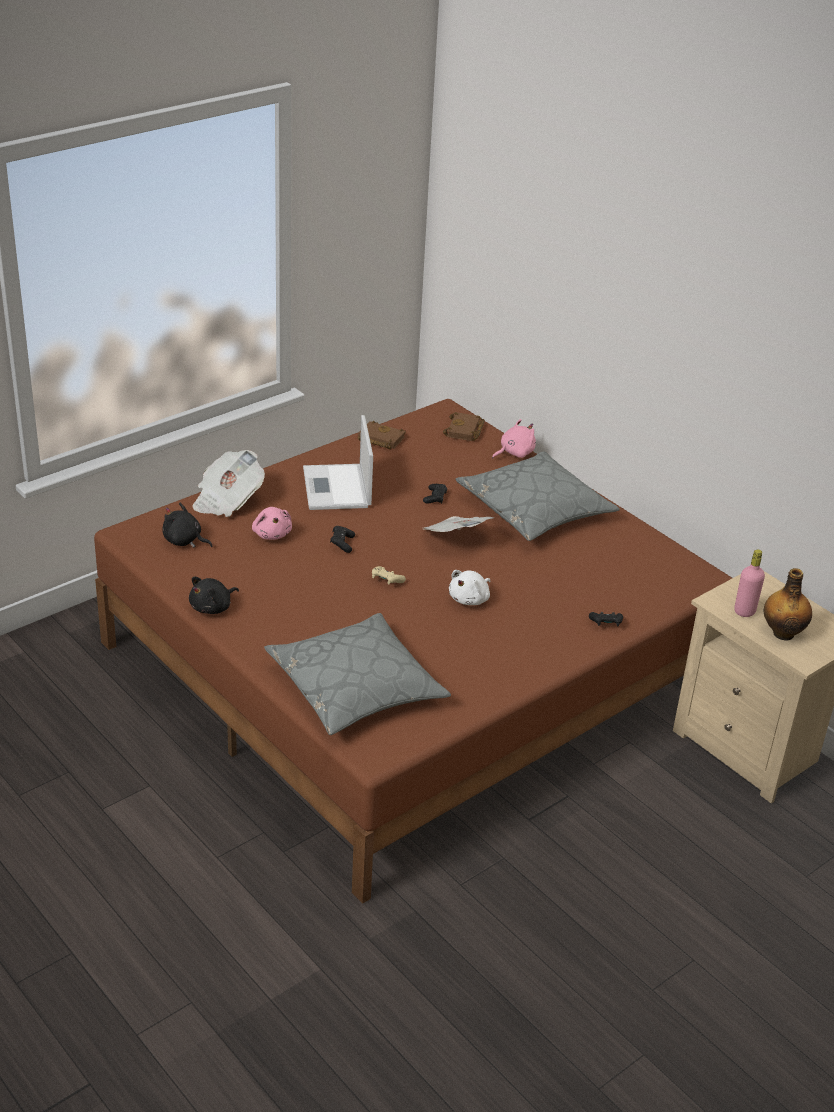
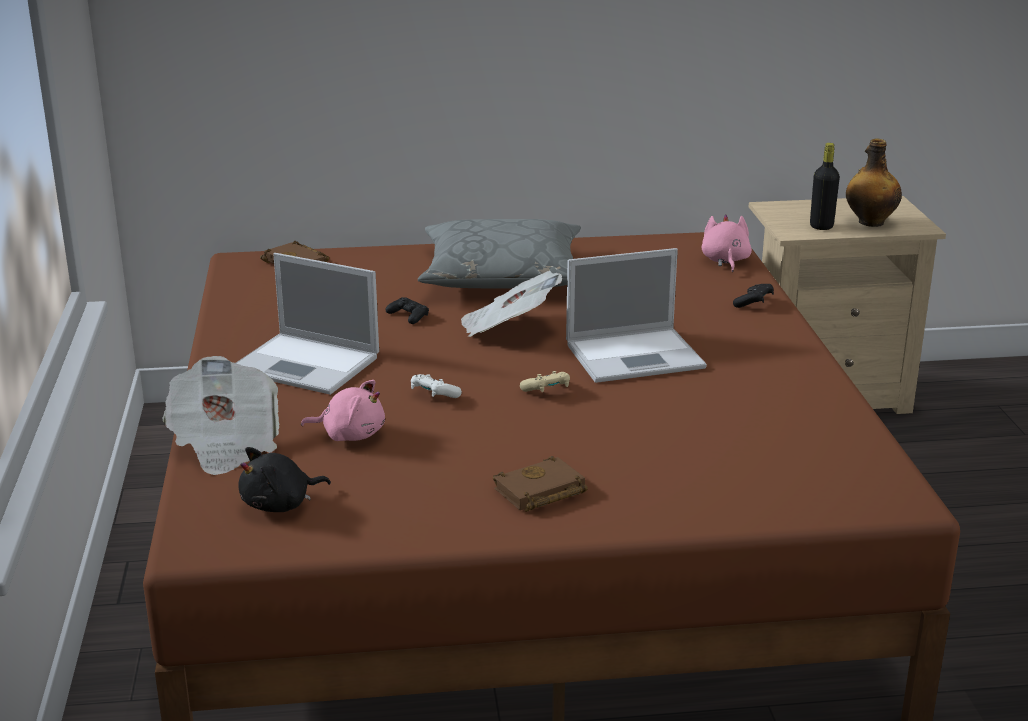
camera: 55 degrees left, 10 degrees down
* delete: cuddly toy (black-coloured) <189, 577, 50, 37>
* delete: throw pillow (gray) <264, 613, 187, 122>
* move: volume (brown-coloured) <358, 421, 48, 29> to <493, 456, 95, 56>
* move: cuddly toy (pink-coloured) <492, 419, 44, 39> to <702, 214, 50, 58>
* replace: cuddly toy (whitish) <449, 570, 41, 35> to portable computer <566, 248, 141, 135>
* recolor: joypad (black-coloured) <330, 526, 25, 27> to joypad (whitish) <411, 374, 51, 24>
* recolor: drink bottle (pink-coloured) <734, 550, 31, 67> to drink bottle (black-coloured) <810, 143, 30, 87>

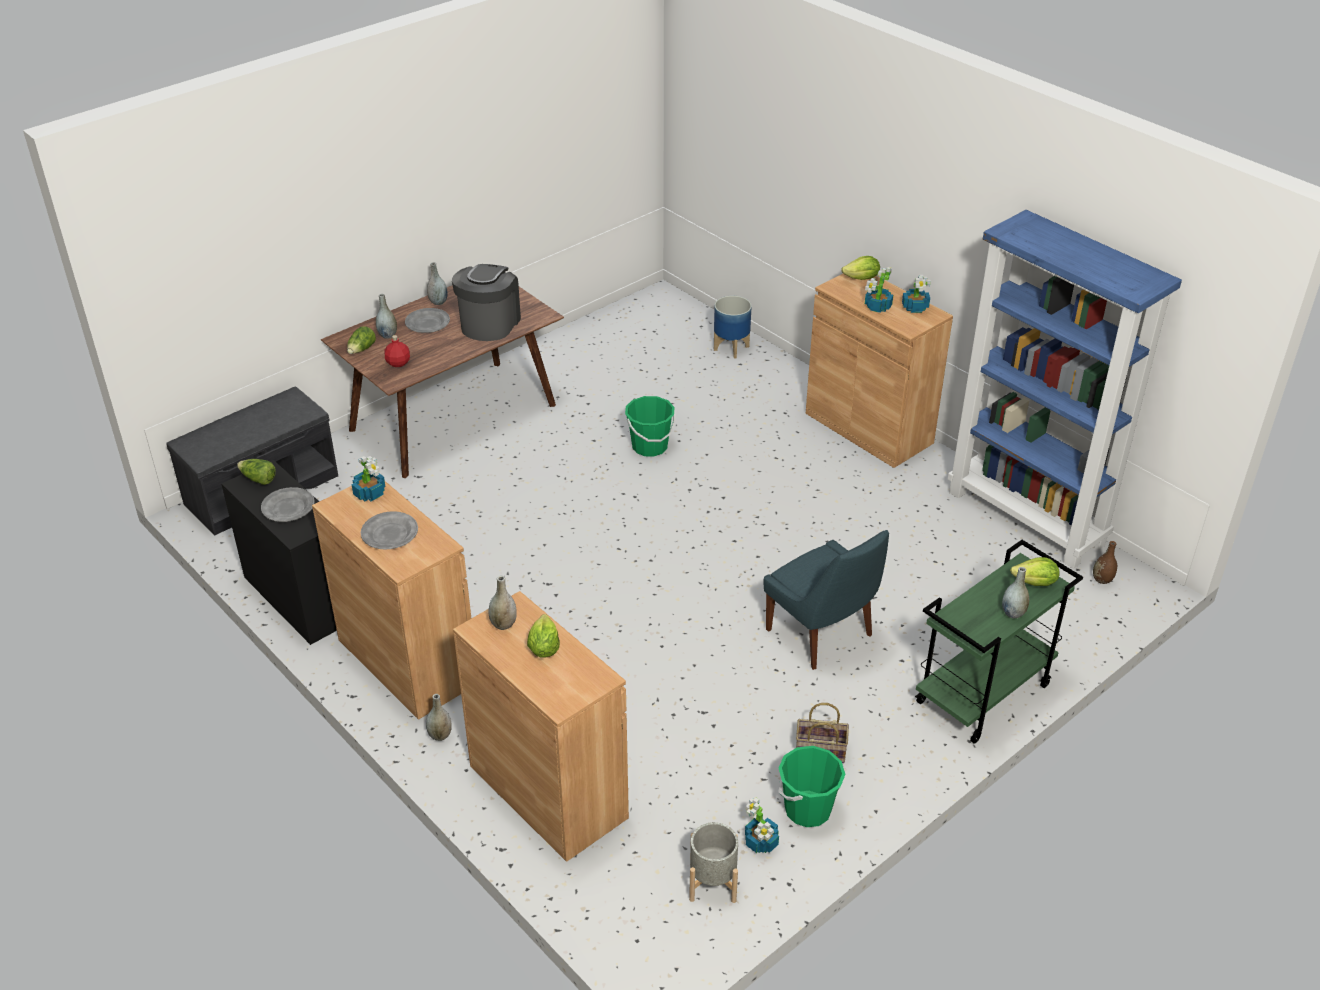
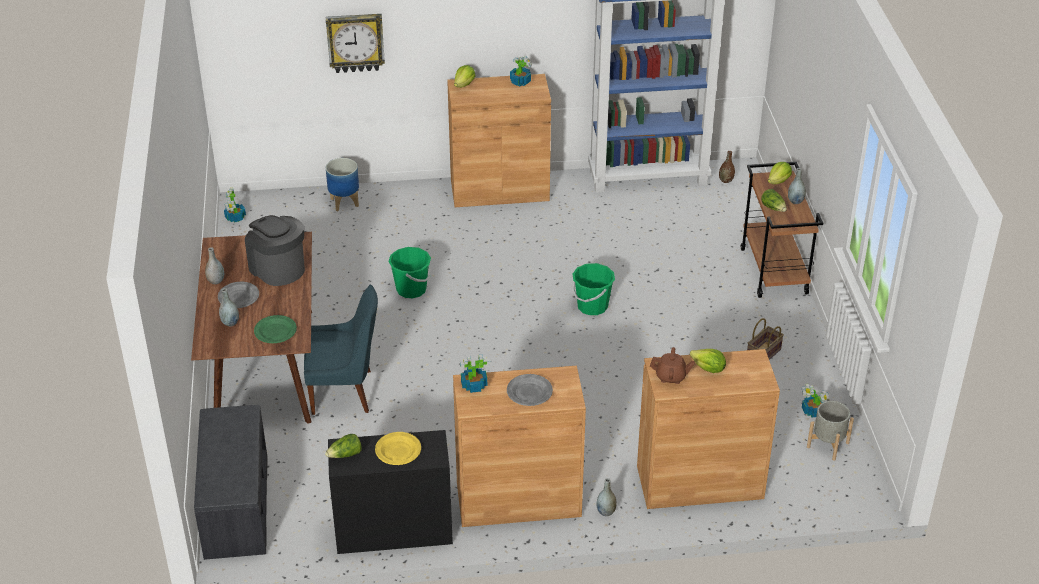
camera: 55 degrees left, 0 degrees up
* insert: hanging clock <326, 14, 59, 59>
* move: head of lettuce <347, 326, 29, 28> to <761, 189, 26, 23>
* move: plain chair (blue-coloured) <764, 530, 125, 140> to <304, 285, 74, 130>
* move: water bucket (greenish) <779, 746, 66, 81> to <572, 263, 43, 52>
* move: potted plant <865, 267, 28, 46> to <224, 187, 22, 36>
* replace: drink bottle (red) <385, 335, 25, 32> to flat dish (greenish) <254, 315, 43, 28>
* replace: decorative vase (gray) <488, 576, 29, 54> to pot for tea (brown-coloured) <650, 347, 45, 37>
* recolor: flat dish (gray) <261, 487, 54, 35> to flat dish (yellow) <375, 432, 46, 33>
* recolor: trolley (greenish) <915, 540, 168, 204> to trolley (brown-coloured) <741, 162, 82, 136>

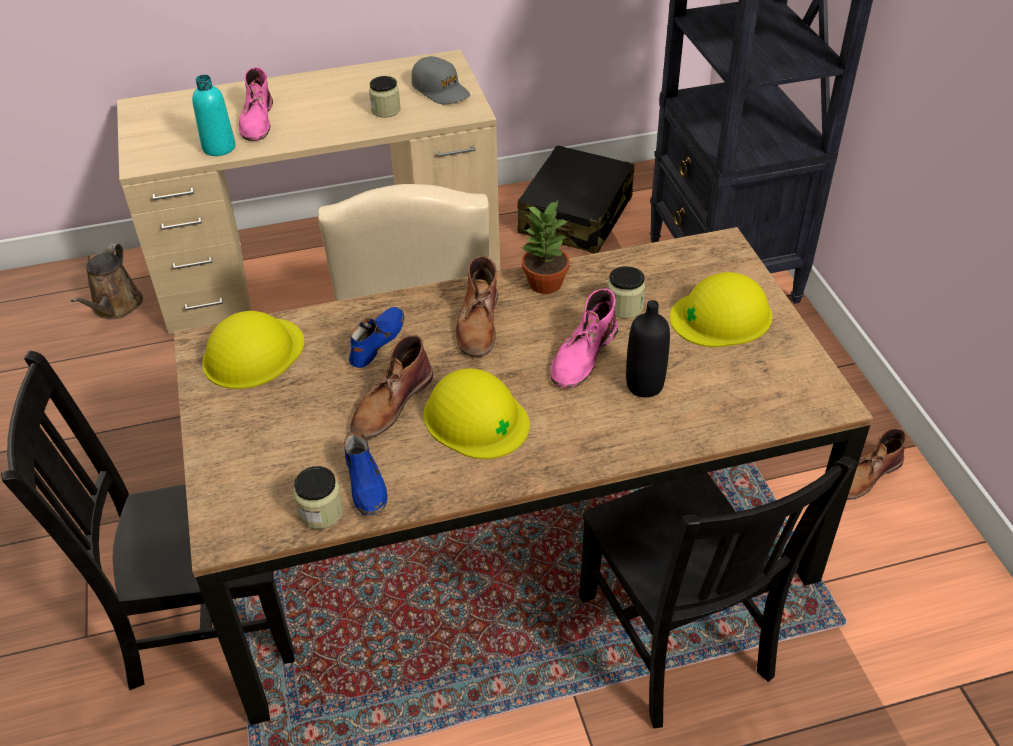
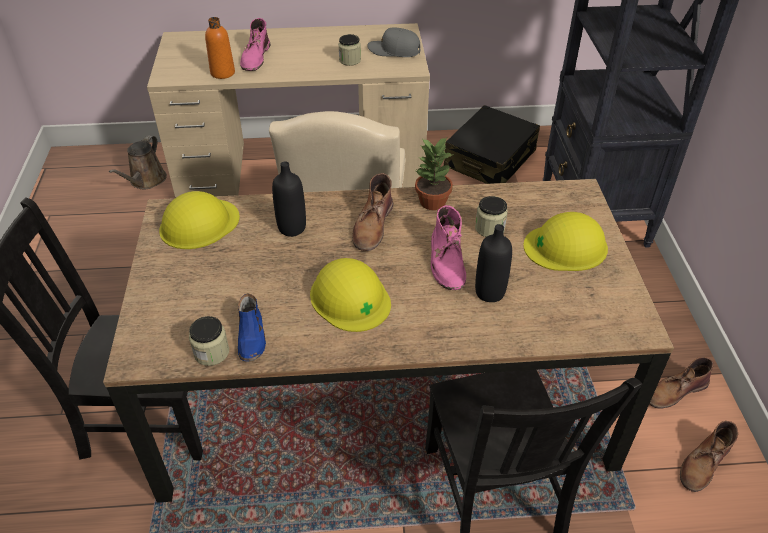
camera: 10 degrees right, 0 degrees up
* move: tall boot (brown-coloured) <350, 335, 83, 104> to <680, 421, 58, 71>
* replace: item of footwear (blue-coloured) <349, 307, 55, 61> to drink bottle (black-coloured) <272, 161, 34, 76>
* recolor: drink bottle (turquoise) <192, 75, 43, 81> to drink bottle (orange-coloured) <205, 17, 30, 62>
* rotate: cap (gray) <412, 56, 58, 48> = <367, 27, 53, 30> 135 degrees clockwise
* rotate: tall boot (pink-coloured) <550, 289, 68, 99> = <431, 205, 35, 85> 45 degrees counterclockwise

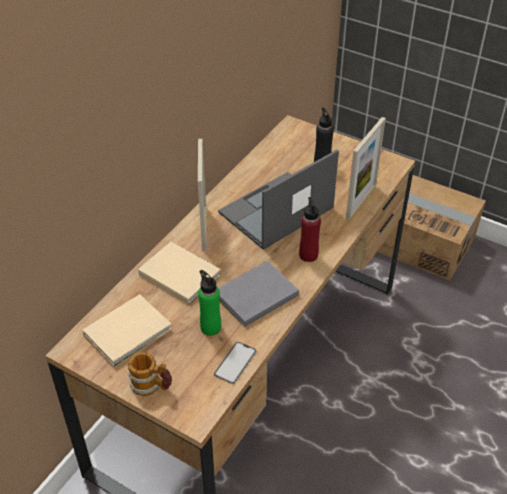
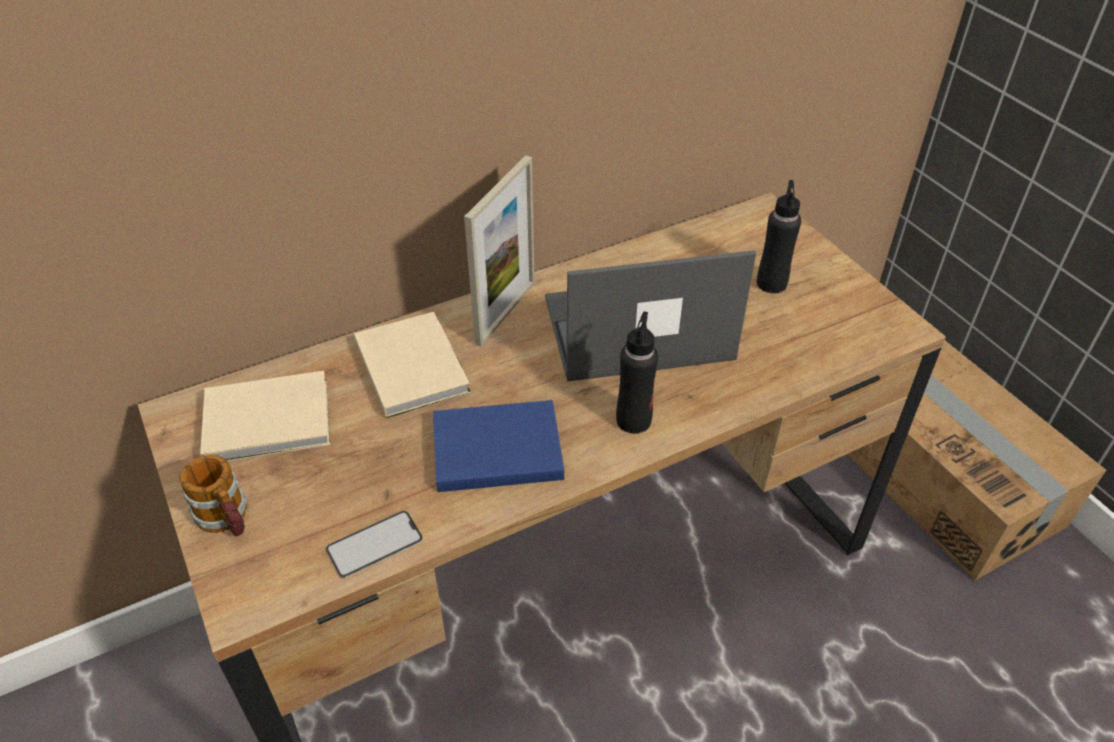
camera: 30 degrees right, 0 degrees up
* delete: drink bottle (greenish) <198, 270, 23, 66>
* delete: picture frame <346, 117, 40, 103>
* recolor: volume (gray) <219, 261, 80, 66> to volume (blue-coloured) <433, 400, 131, 92>
* recolor: drink bottle (red) <299, 197, 22, 65> to drink bottle (black-coloured) <616, 311, 42, 123>

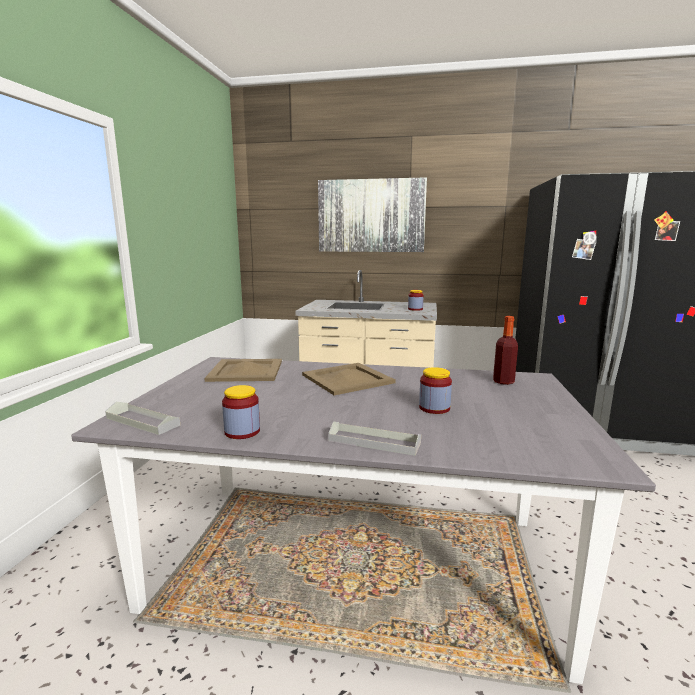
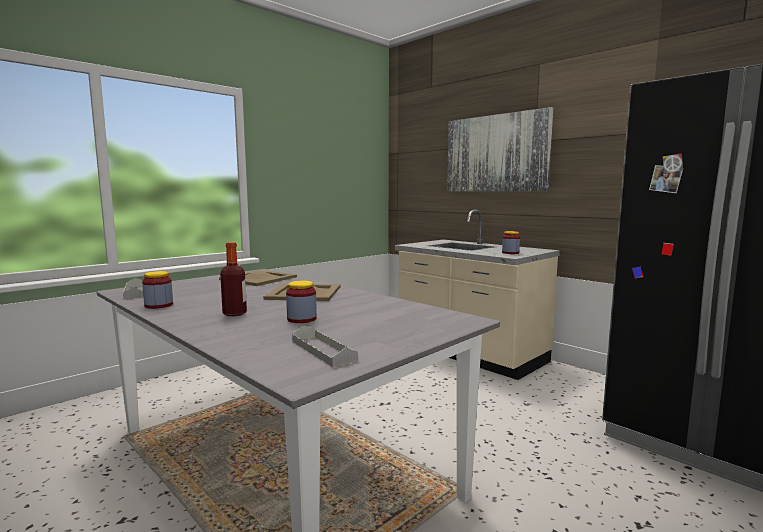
camera: 35 degrees right, 5 degrees down
* move: carrying tray (gray) <328, 422, 93, 34> to <292, 325, 66, 42>
* move: drink bottle <493, 316, 25, 69> to <220, 242, 27, 74>

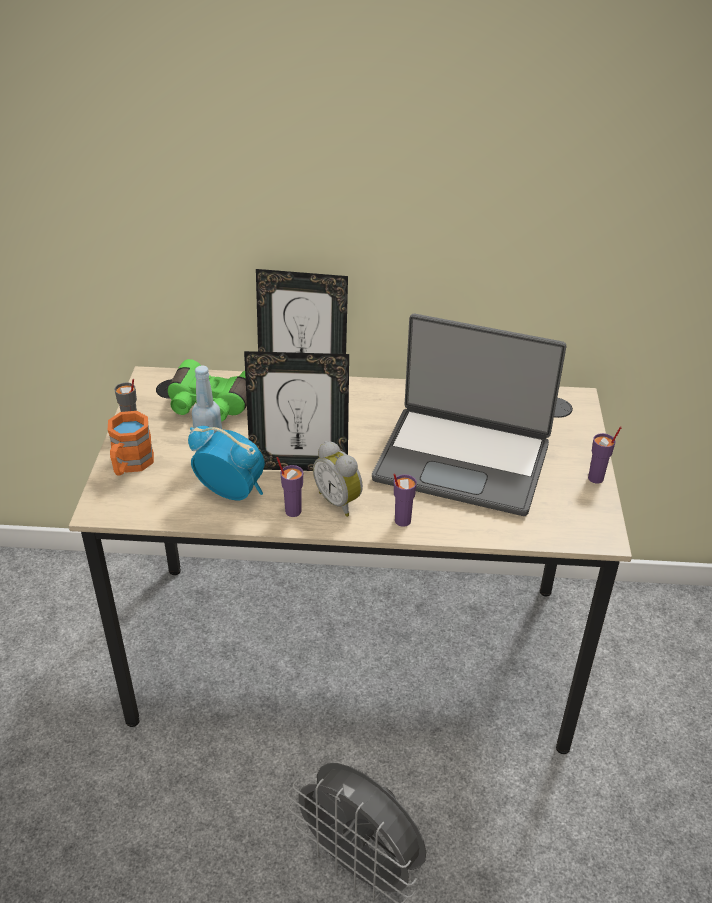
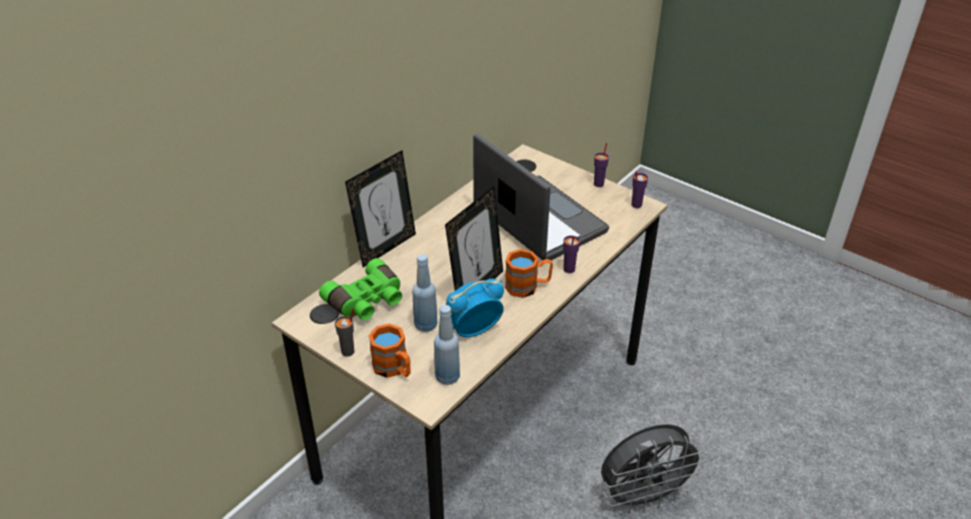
camera: 55 degrees left, 0 degrees up
* insert: drink bottle (blue-coloured) <434, 305, 26, 80>
* move: drinking cup (purplish) <277, 457, 26, 60> to <631, 171, 17, 37>
* replace: bedside clock <313, 441, 50, 76> to tea mug (orange-coloured) <505, 249, 48, 49>
* rotate: portable computer <372, 314, 195, 202> = <473, 134, 136, 126> 90 degrees counterclockwise

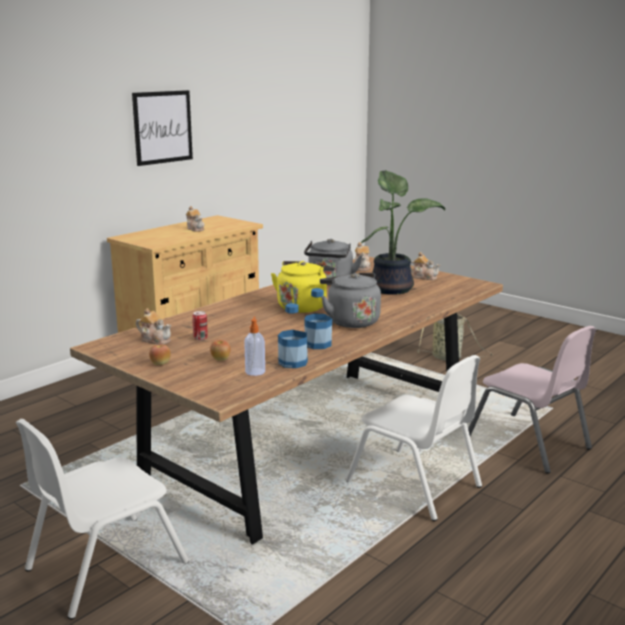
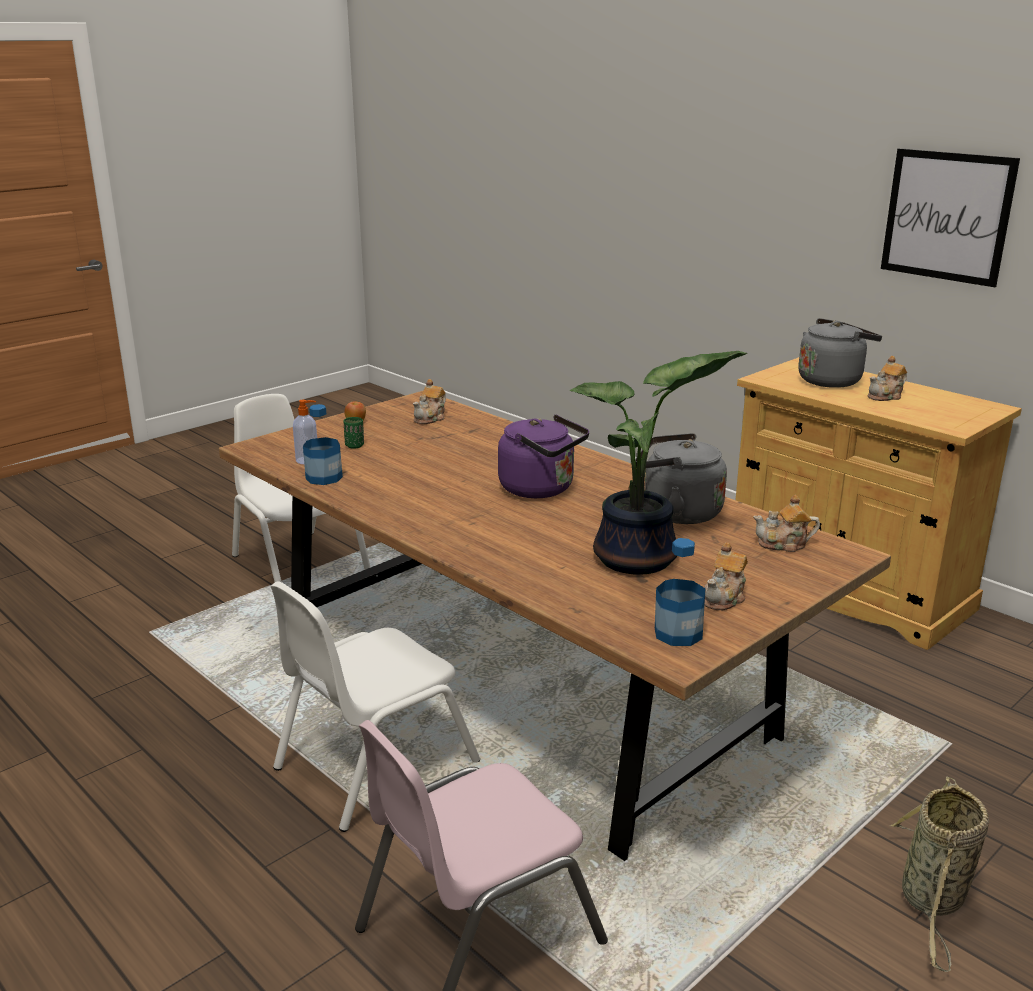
camera: 95 degrees right, 5 degrees up
* delete: sealed can <192, 311, 15, 29>
* move: drink bottle <304, 288, 28, 61> to <655, 538, 51, 108>
* move: kettle (gray) <320, 273, 61, 55> to <798, 318, 84, 70>
* replace: apple fruit <210, 340, 21, 20> to drinking cup (greenish) <344, 417, 20, 32>
* recolor: kettle (yellow) <271, 261, 64, 52> to kettle (purplish) <498, 415, 91, 83>

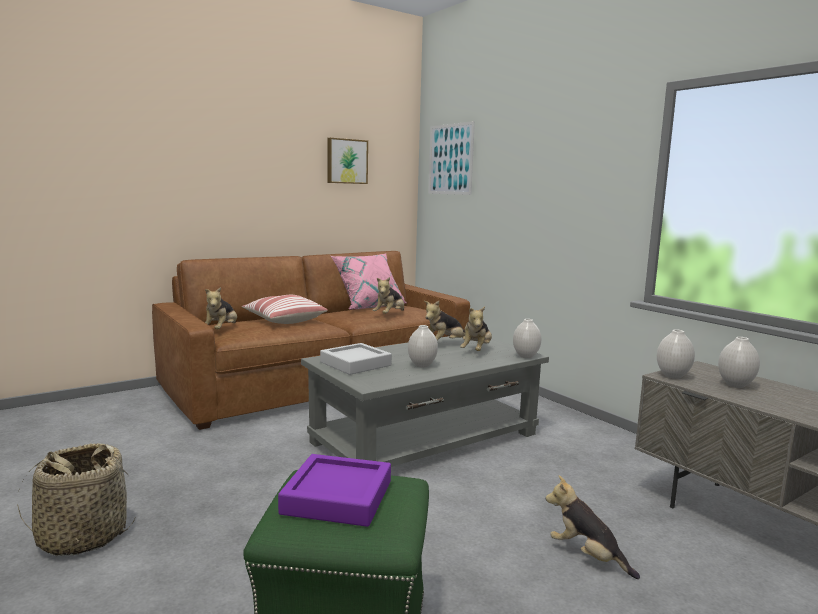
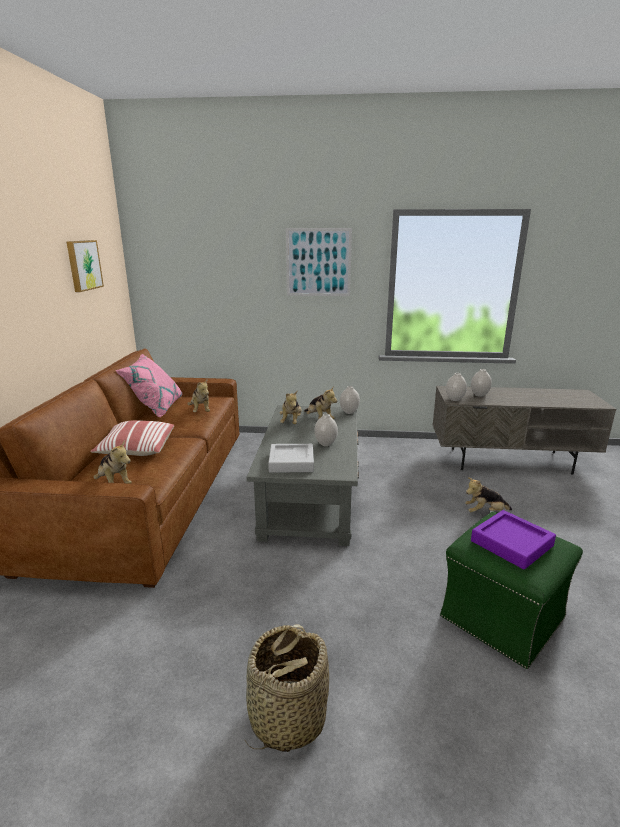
camera: 50 degrees left, 10 degrees up
* move: wall picture <428, 121, 47, 74> to <286, 228, 66, 68>

